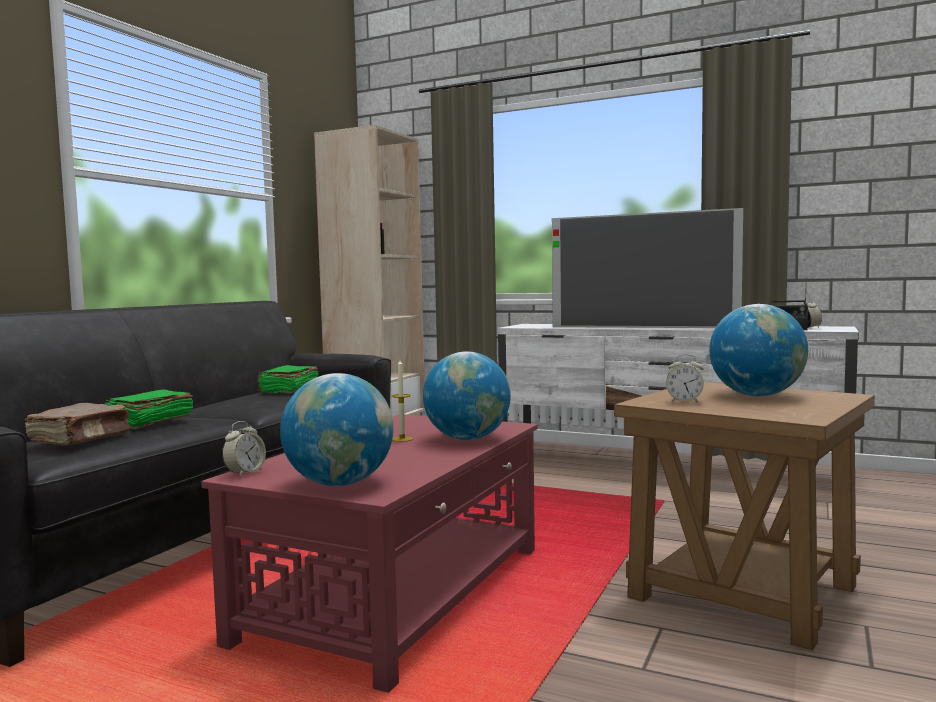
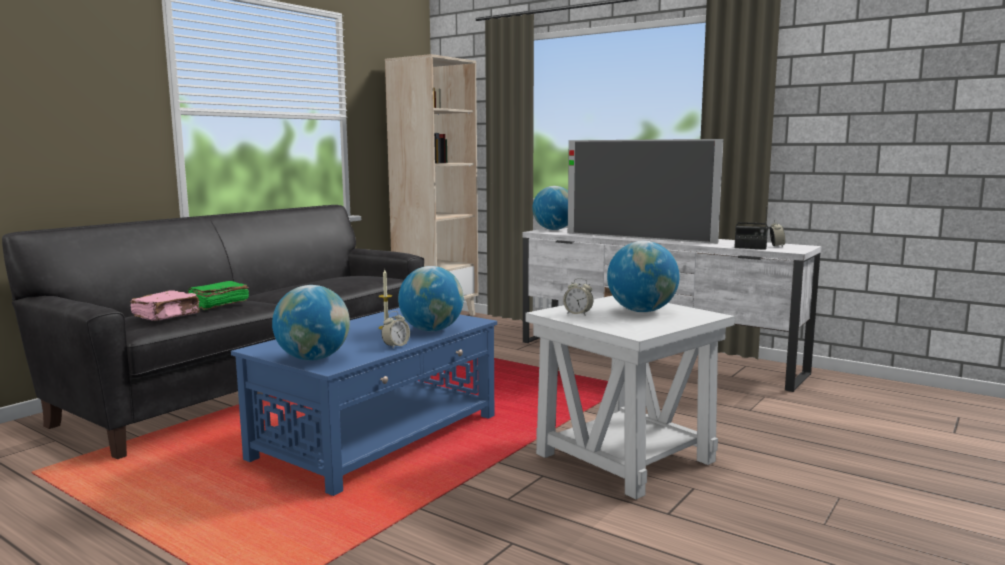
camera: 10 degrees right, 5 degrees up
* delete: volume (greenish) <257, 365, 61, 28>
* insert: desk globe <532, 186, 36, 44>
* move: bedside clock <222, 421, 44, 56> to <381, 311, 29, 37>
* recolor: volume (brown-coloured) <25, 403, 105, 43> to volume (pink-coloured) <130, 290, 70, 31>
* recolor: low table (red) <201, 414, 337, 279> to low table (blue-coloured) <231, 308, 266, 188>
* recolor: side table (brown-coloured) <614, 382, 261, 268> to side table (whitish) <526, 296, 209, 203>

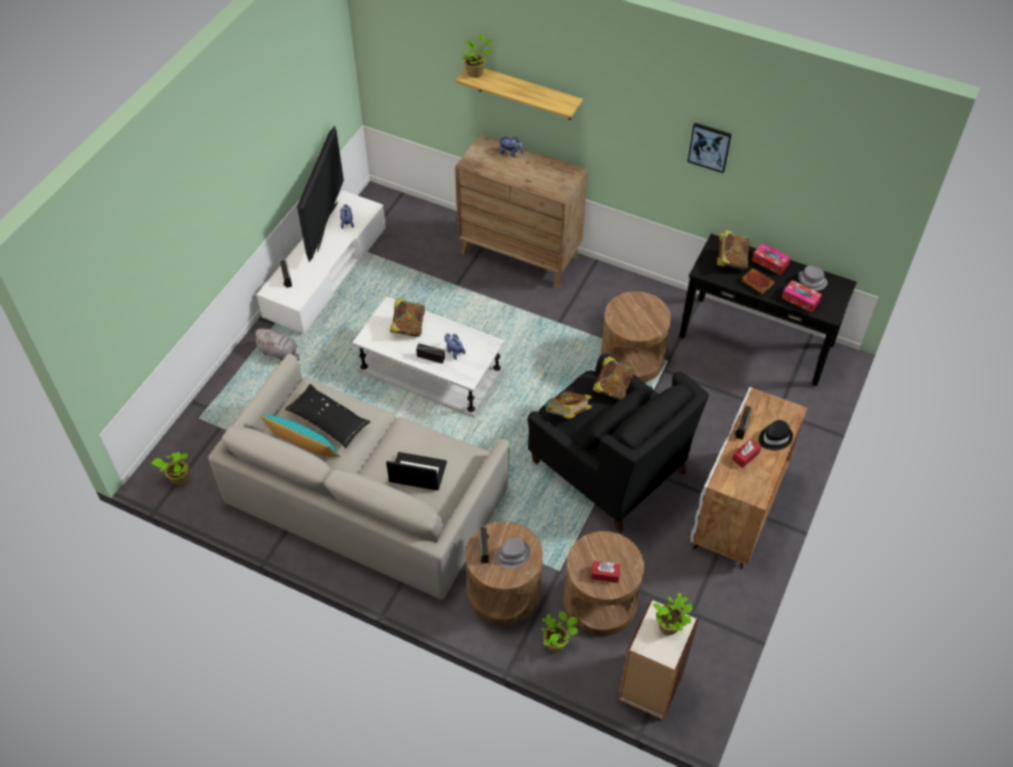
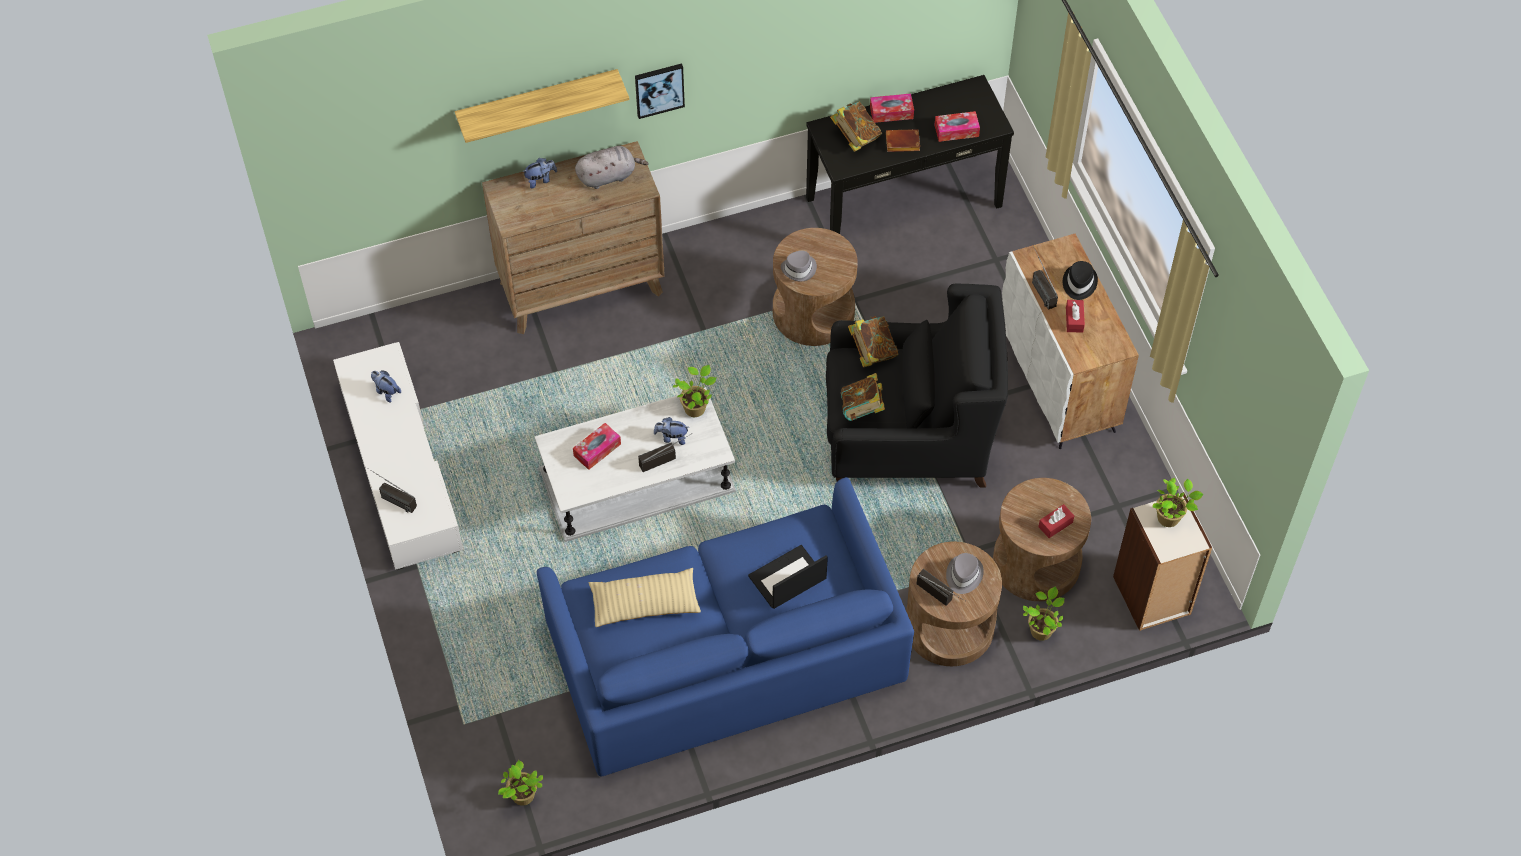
camera: 45 degrees left, 5 degrees up
* delete: throw pillow (turquoise) <260, 414, 81, 43>
* delete: television <297, 126, 47, 136>
* move: cuddly toy (gray) <252, 328, 47, 33> to <575, 146, 74, 43>
* move: potted plant <461, 34, 33, 44> to <673, 365, 43, 52>
* move: wall picture <688, 123, 44, 50> to <635, 63, 50, 56>
* move: wearable hat (gray) <798, 266, 30, 25> to <781, 251, 36, 31>
* replace: volume <390, 298, 35, 39> to box of tissues <573, 423, 48, 47>
* recolor: settee (gray) <208, 353, 302, 247> to settee (blue-coloured) <537, 477, 377, 300>
* recolor: throw pillow (black-coloured) <285, 384, 86, 64> to throw pillow (sand-coloured) <589, 568, 112, 59>

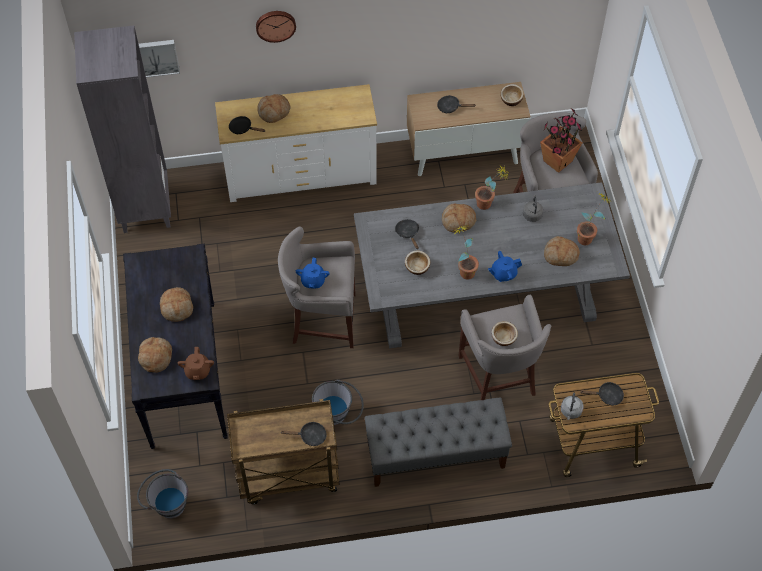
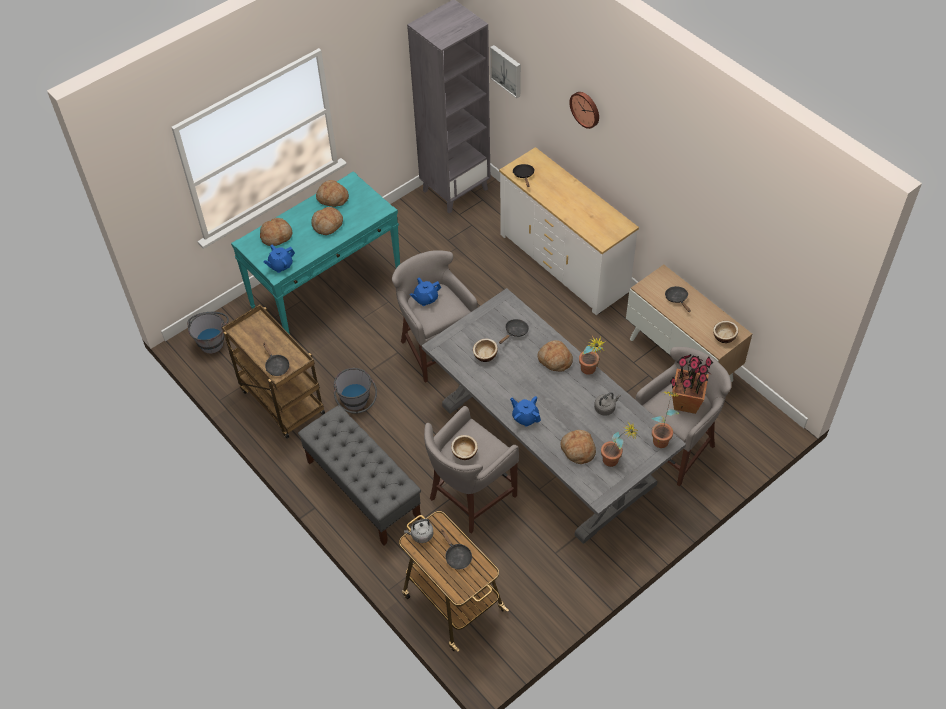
camera: 60 degrees right, 5 degrees down
* move: baked bread <257, 94, 34, 29> to <316, 180, 33, 27>
* move: potted plant <454, 225, 25, 54> to <652, 391, 28, 57>
* recolor: narrow table (black-coloured) <123, 244, 105, 205> to narrow table (turquoise) <231, 171, 169, 163>
* recolor: pot for tea (brown-coloured) <178, 347, 36, 33> to pot for tea (blue-coloured) <263, 245, 32, 28>

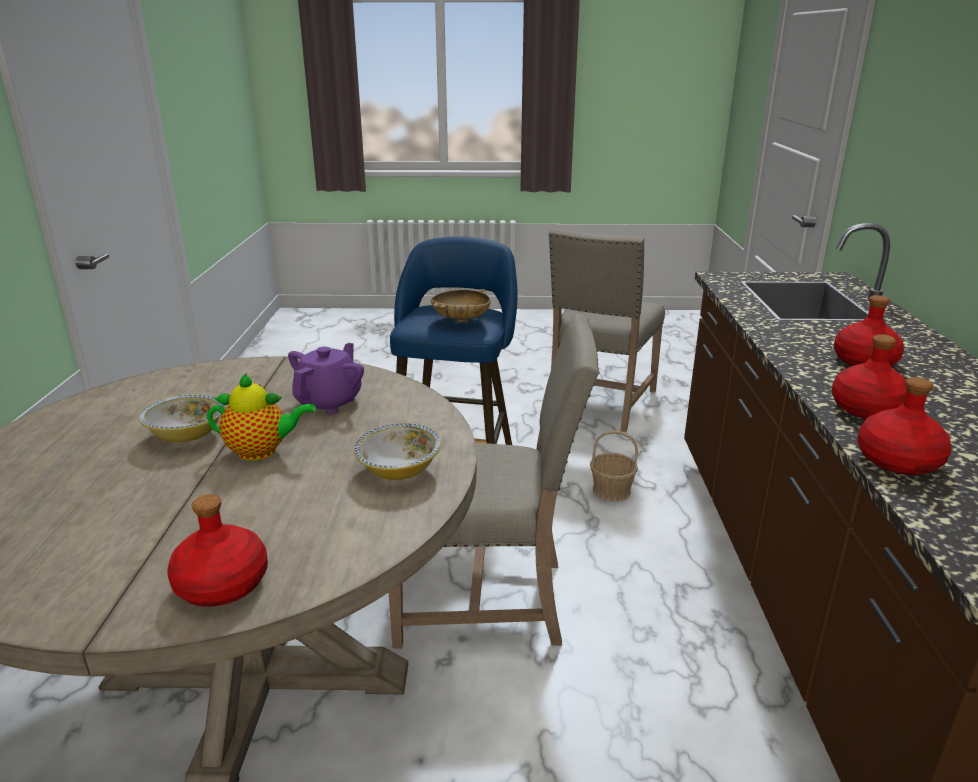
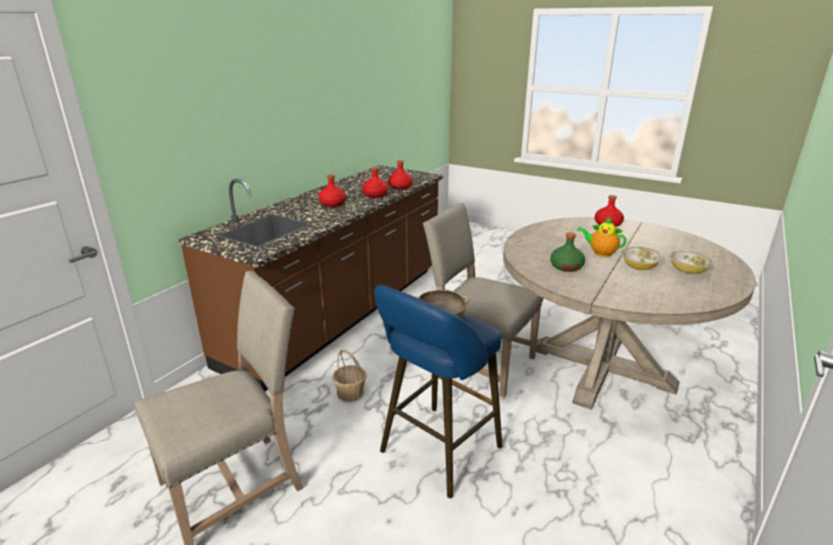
camera: 150 degrees left, 0 degrees up
* move: serving bowl <353, 423, 89, 57> to <669, 250, 44, 24>
* replace: pot for tea (purplish) <288, 343, 76, 71> to drink bottle (greenish) <550, 232, 35, 40>

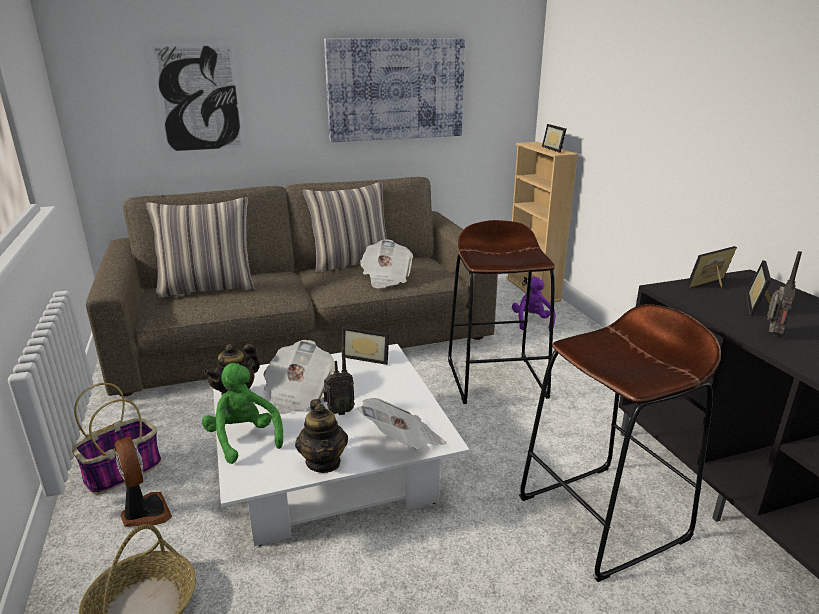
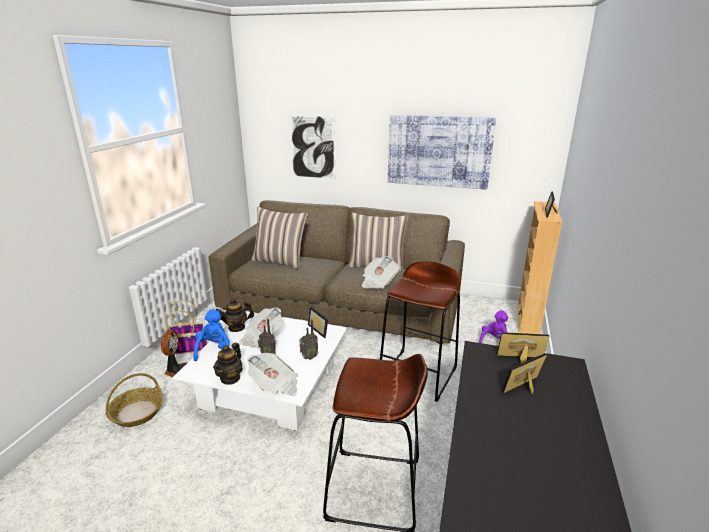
camera: 35 degrees right, 0 degrees up
* move: radio set <767, 251, 35, 86> to <299, 319, 19, 41>
* recolor: cuddly toy (greenish) <202, 363, 81, 101> to cuddly toy (blue-coloured) <193, 309, 37, 52>

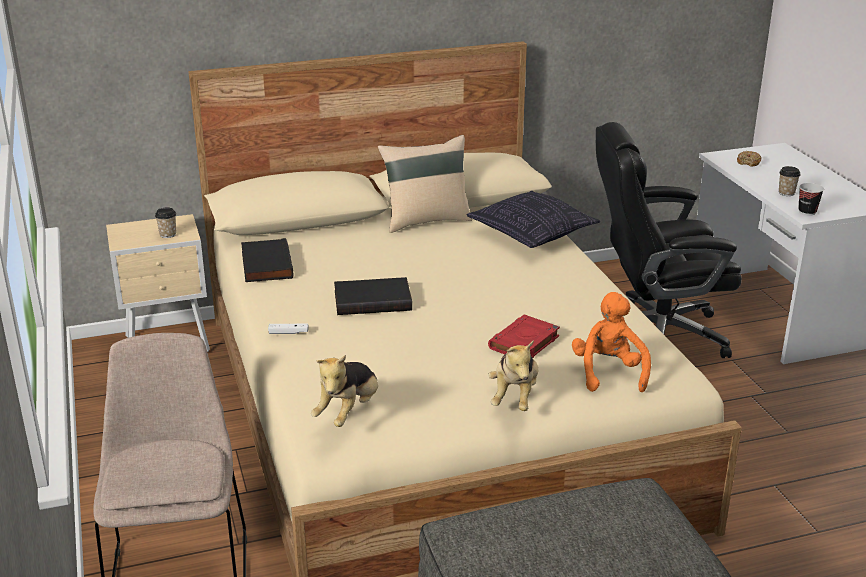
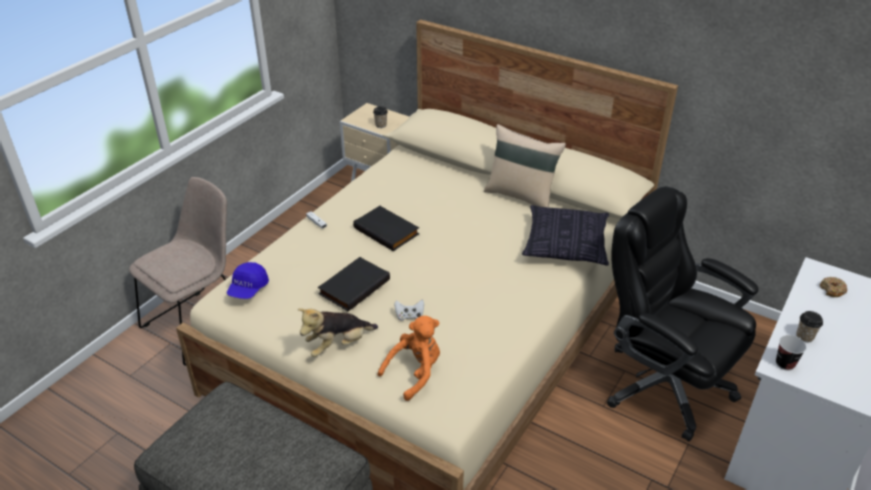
camera: 50 degrees right, 10 degrees up
* move: volume (black-coloured) <241, 238, 53, 44> to <318, 257, 72, 54>
* replace: cuddly toy <311, 355, 67, 72> to cap (blue-coloured) <227, 262, 42, 37>
* replace: volume (red) <488, 314, 72, 44> to joypad (whitish) <394, 300, 30, 21>

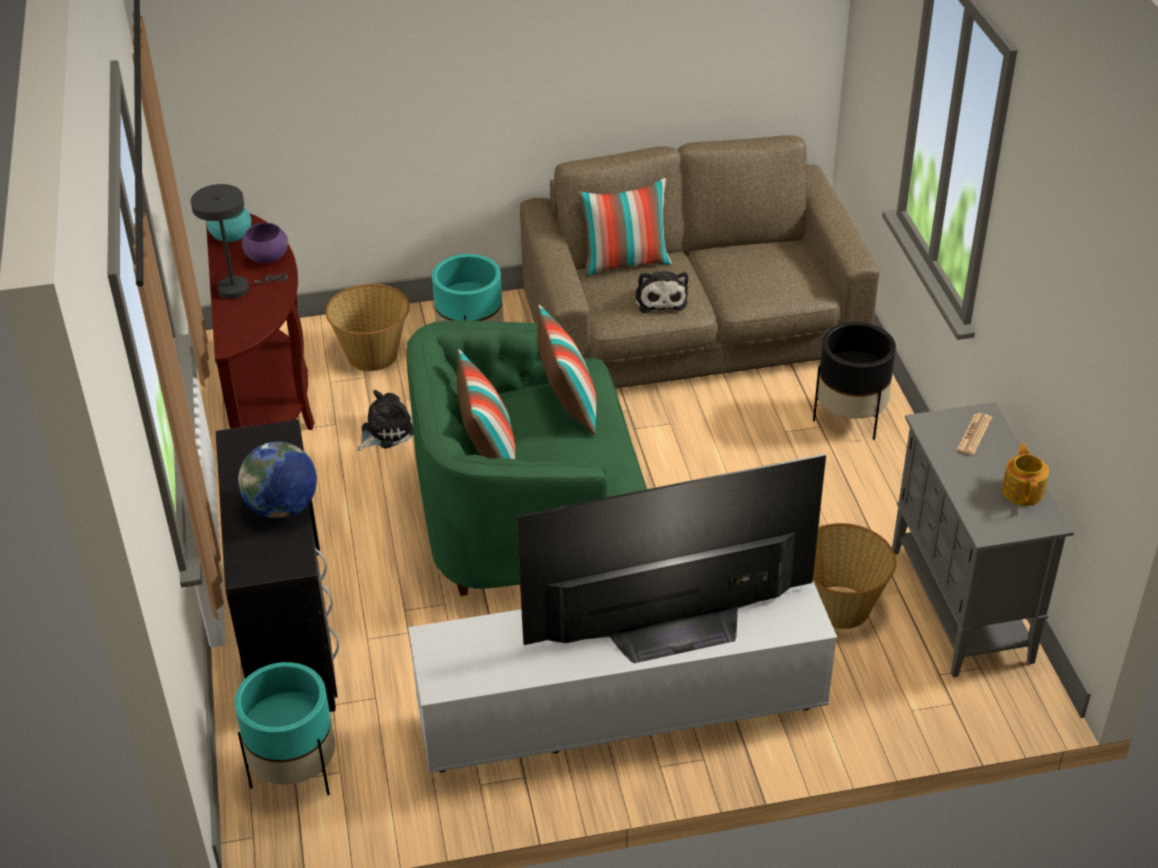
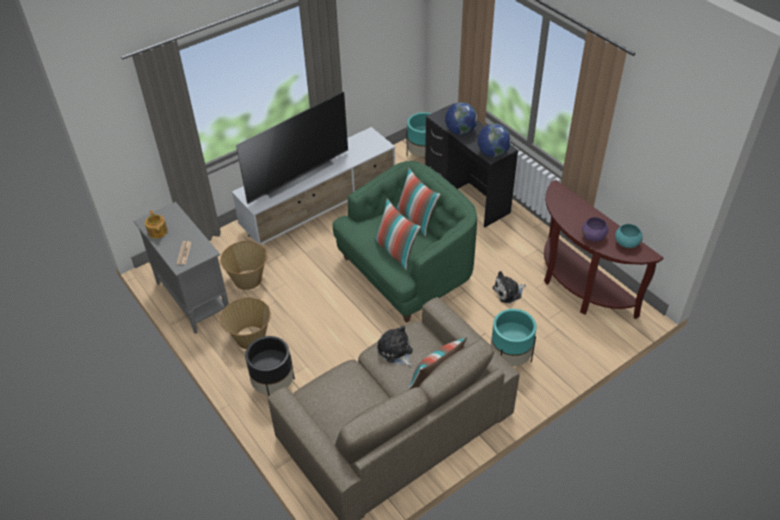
camera: 155 degrees right, 5 degrees up
* delete: tabletop lamp (gray) <191, 184, 97, 115>
* insert: desk globe <478, 124, 33, 33>
* move: basket <325, 284, 85, 87> to <220, 297, 51, 52>
* rotate: cuddly toy <357, 390, 57, 61> = <492, 271, 34, 32> 45 degrees clockwise

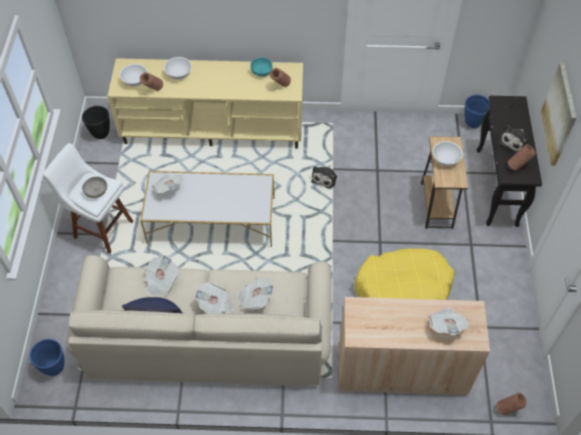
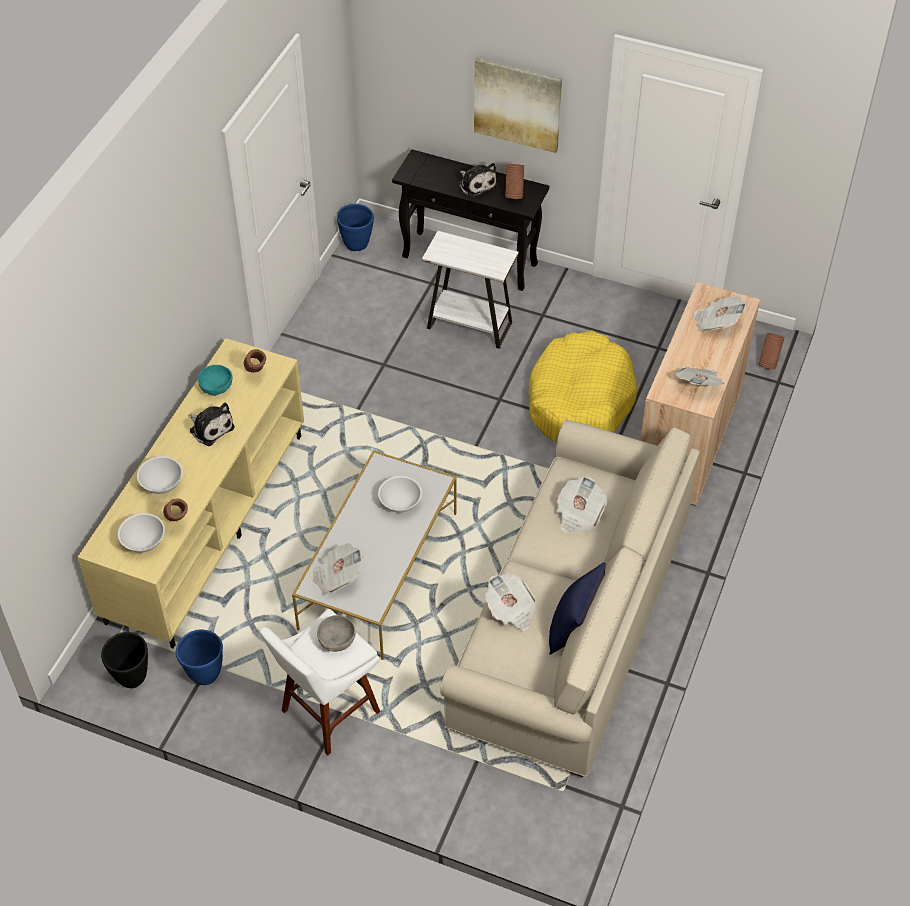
camera: 70 degrees left, 5 degrees down
* move: planter (blue-coloured) <29, 339, 35, 37> to <176, 629, 47, 56>
* move: printed paper <194, 282, 40, 32> to <675, 367, 49, 20>
* move: cuddly toy <311, 165, 26, 24> to <188, 402, 47, 44>
* move: serving bowl (whitish) <433, 141, 30, 25> to <378, 476, 44, 37>
* recolor: side table (brown-coloured) <421, 136, 47, 93> to side table (whitish) <422, 231, 97, 118>

